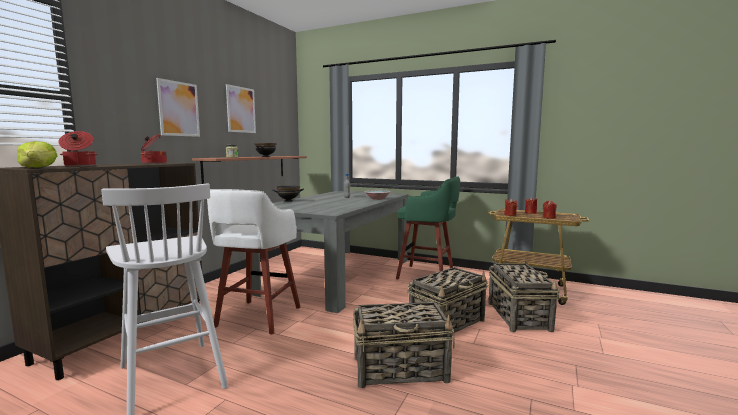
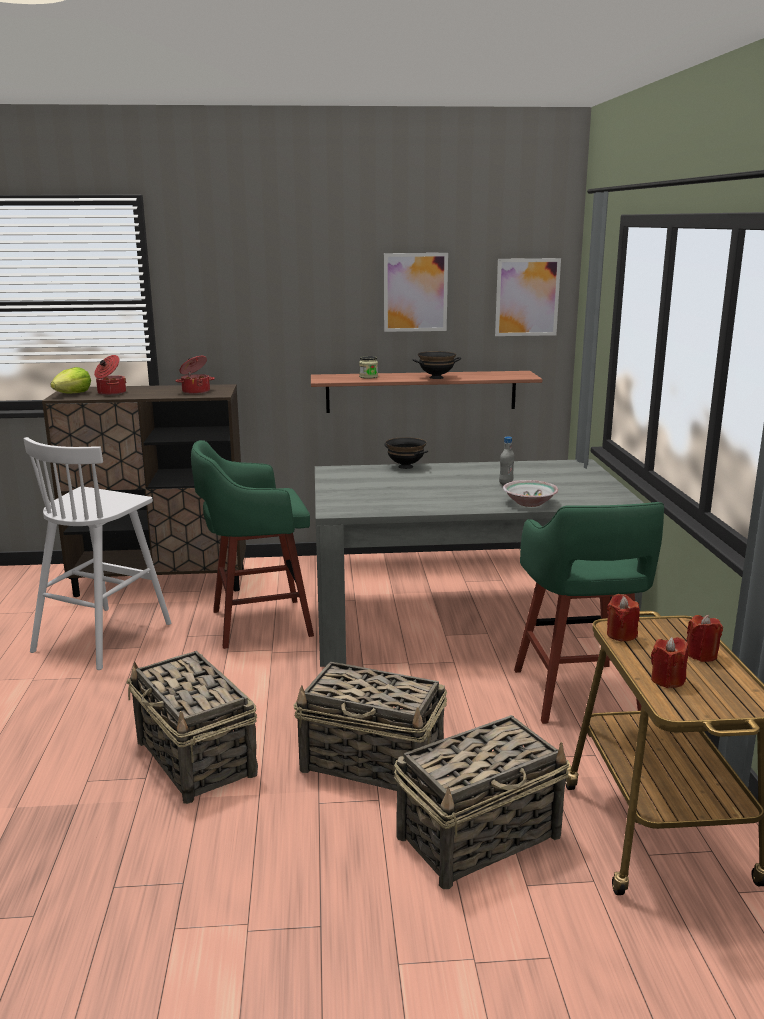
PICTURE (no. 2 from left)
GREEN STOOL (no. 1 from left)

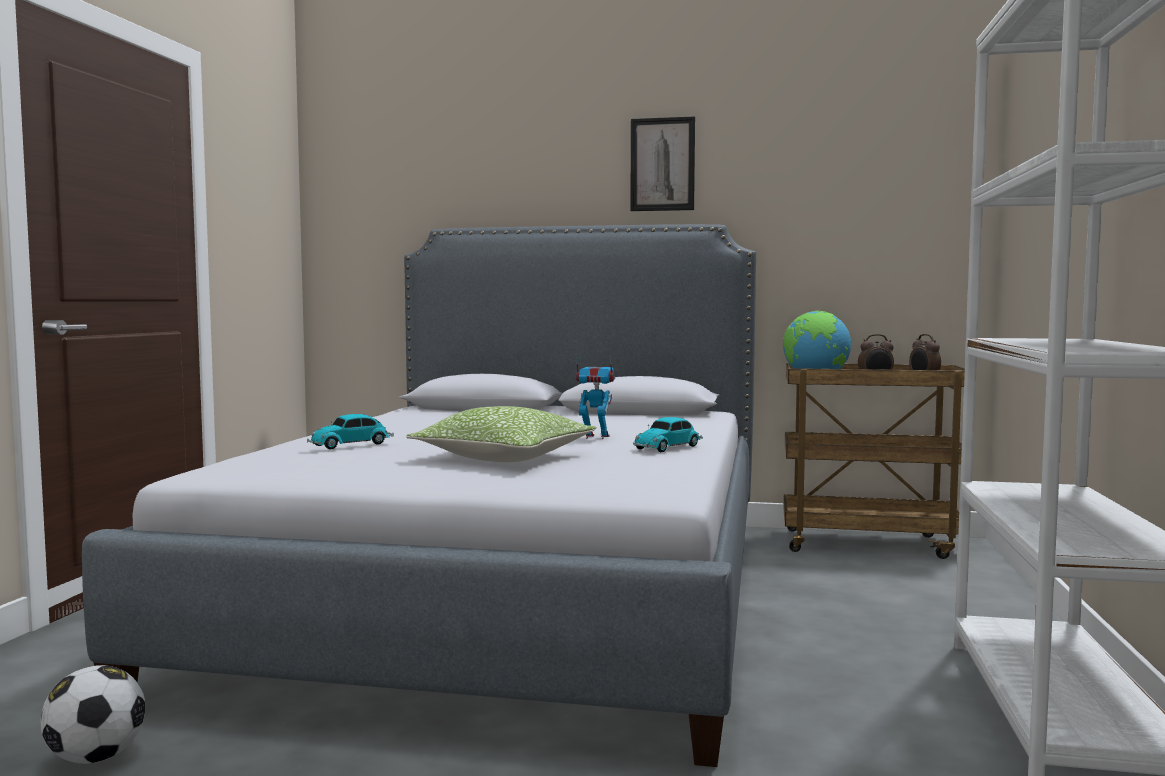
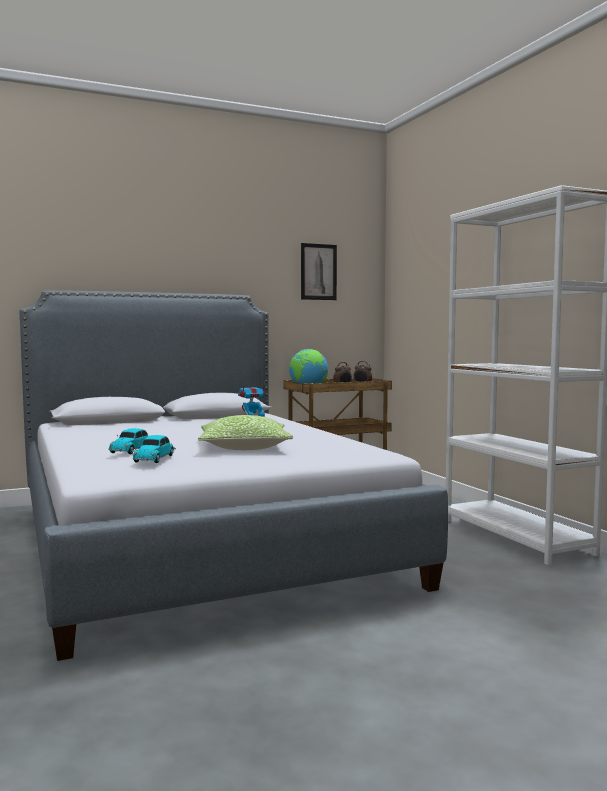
PICTURE
TOY CAR (no. 2 from left)
FOOTBALL

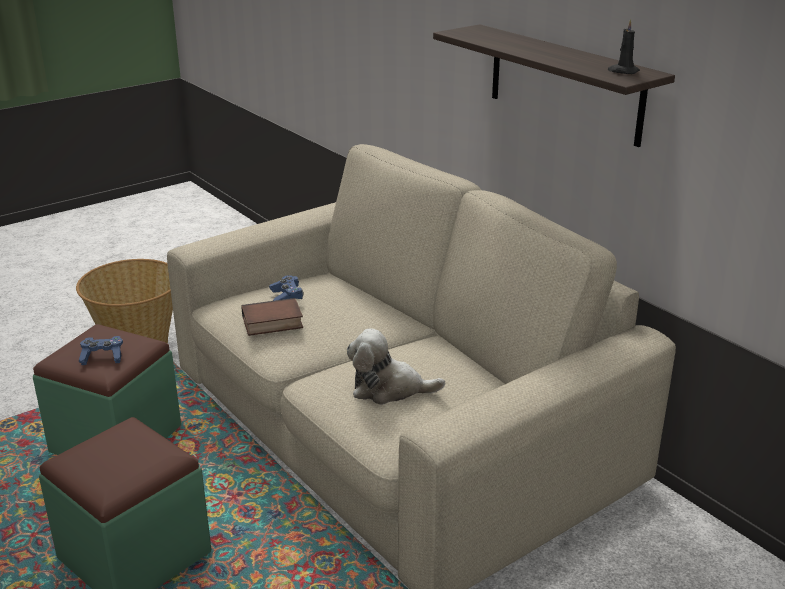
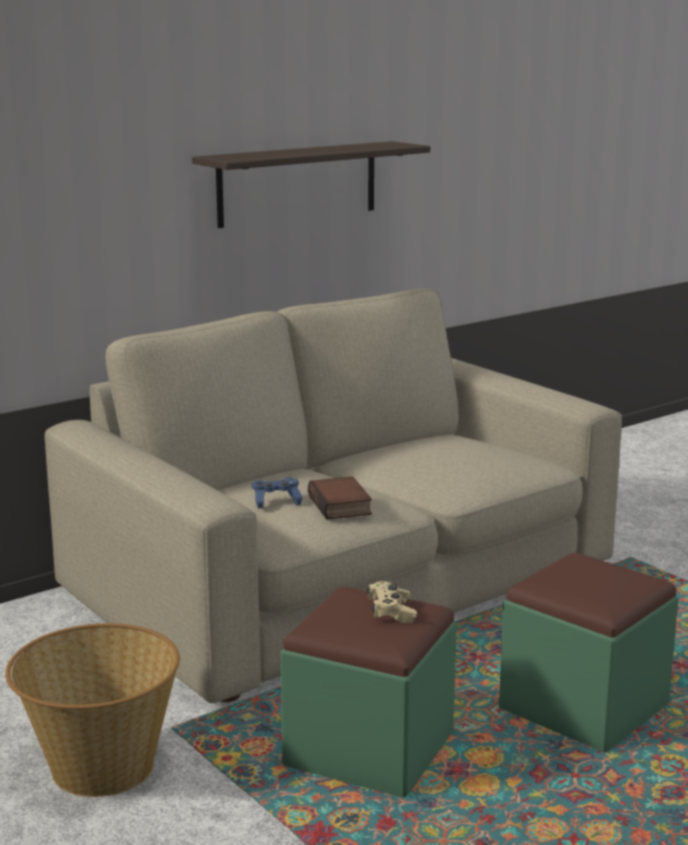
BLACK CANDLE
PLUSH TOY
BEIGE GAME CONTROLLER

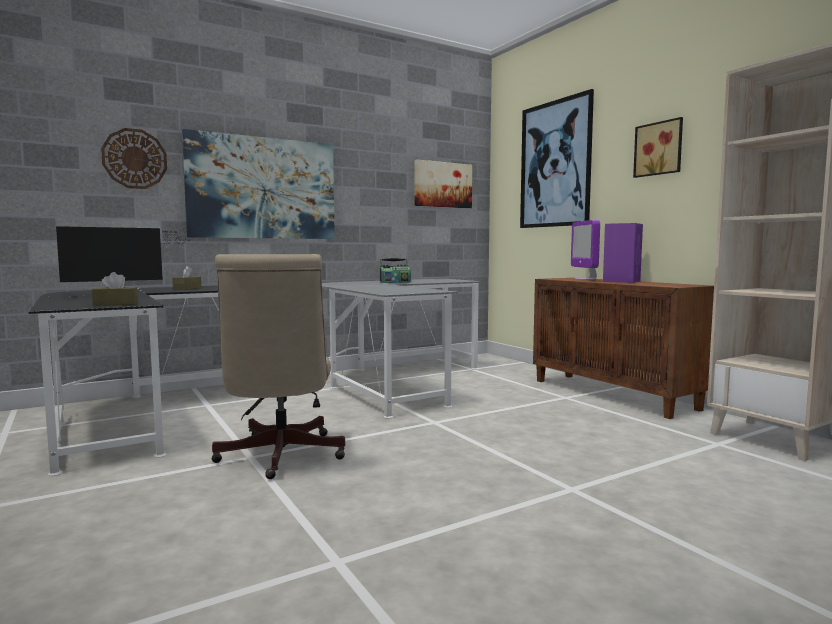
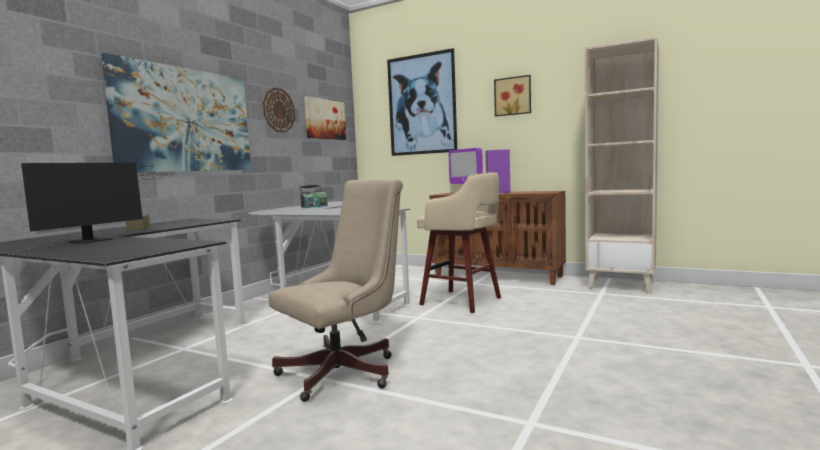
WALL CLOCK
BEIGE OFFICE CHAIR
BROWN TISSUE BOX (no. 1 from left in the first image)
BEIGE STOOL

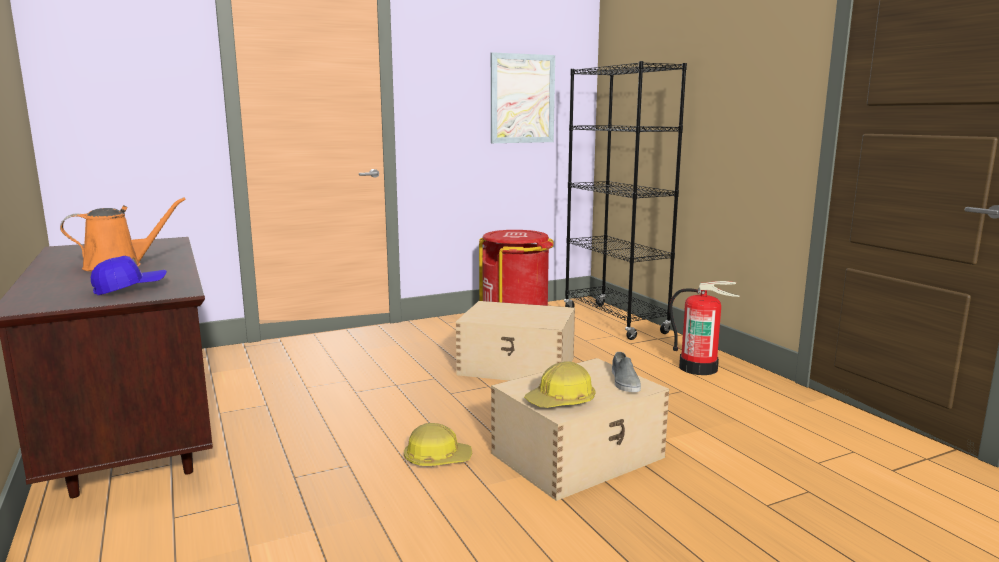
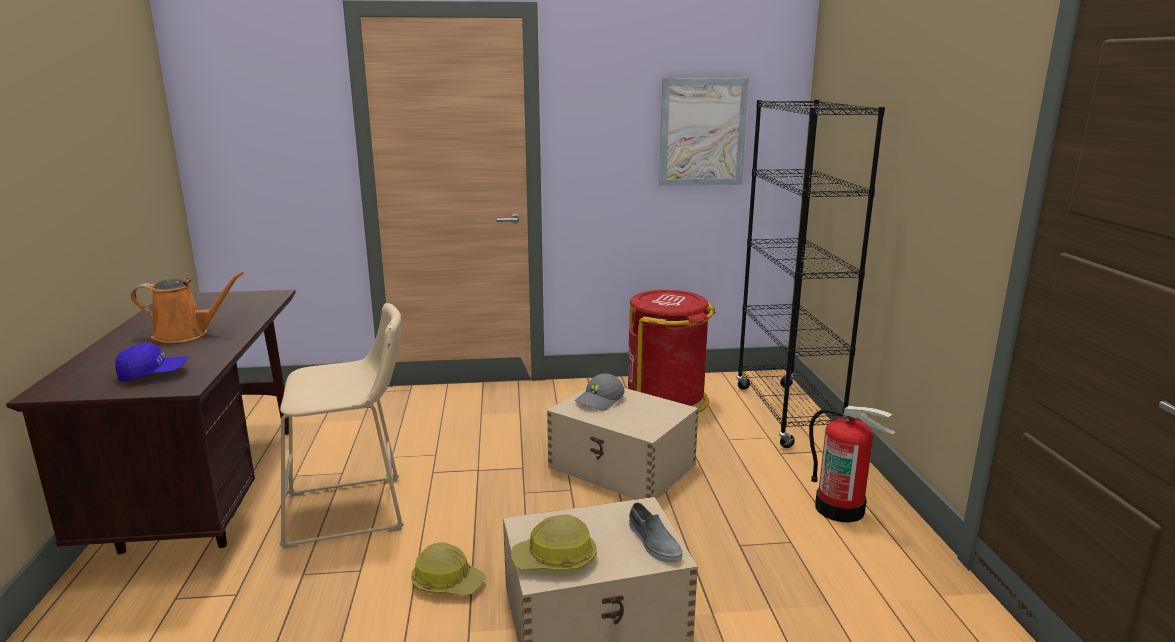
GREY SHOE
BEIGE STOOL
GREY CAP

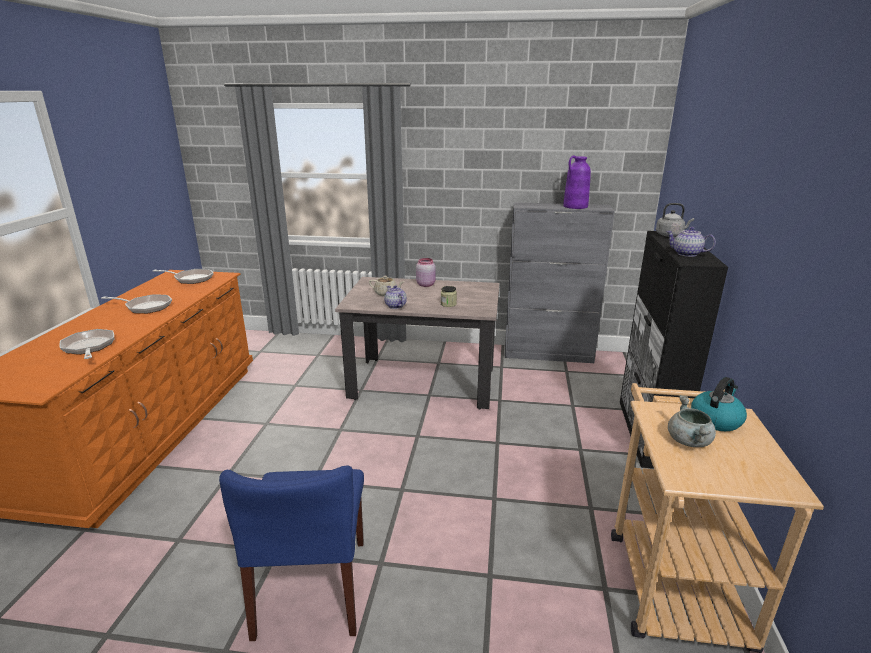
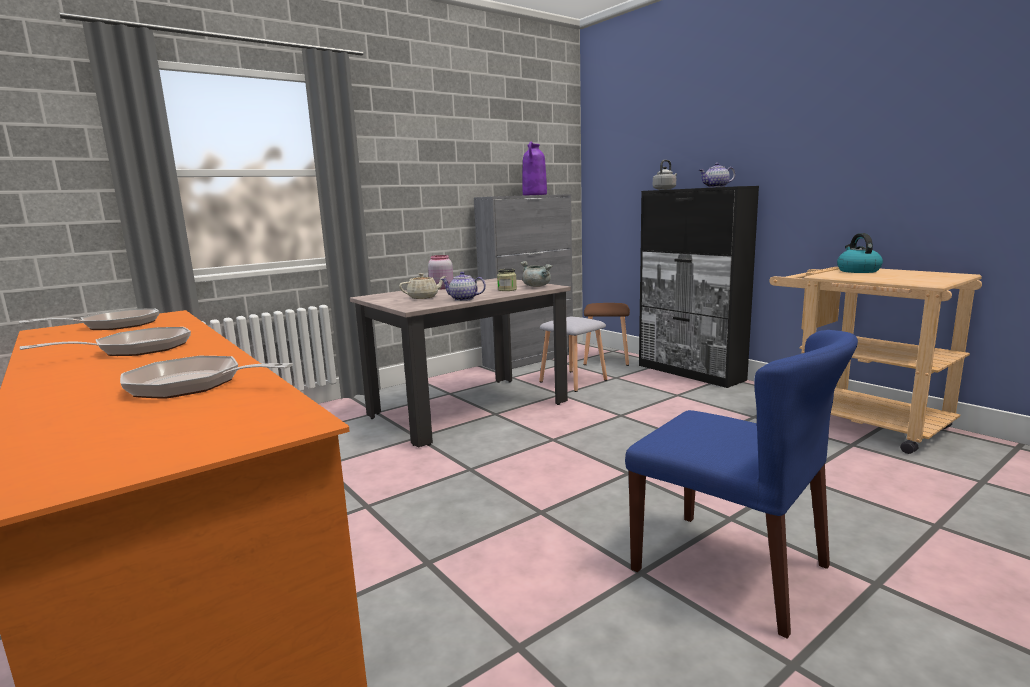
GREY COOKING POT
BROWN STOOL
GREY STOOL

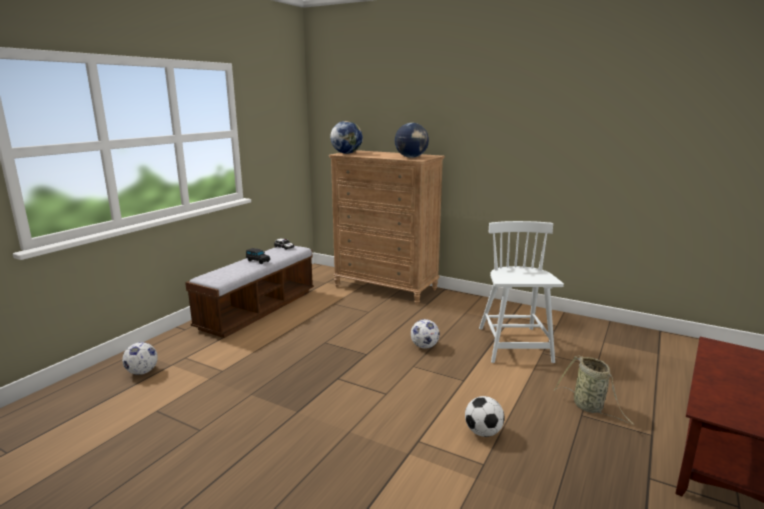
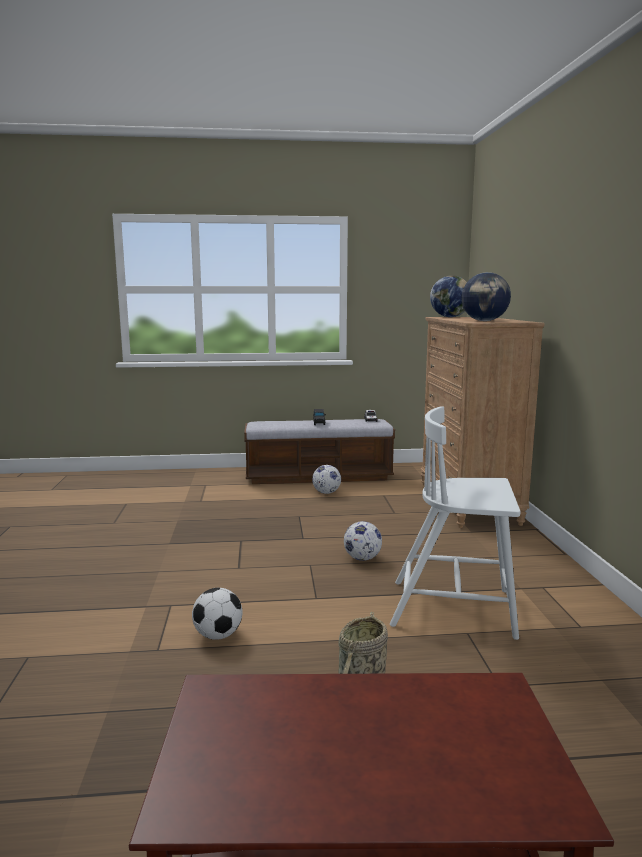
WHITE CHAIR
FOOTBALL (no. 2 from left)

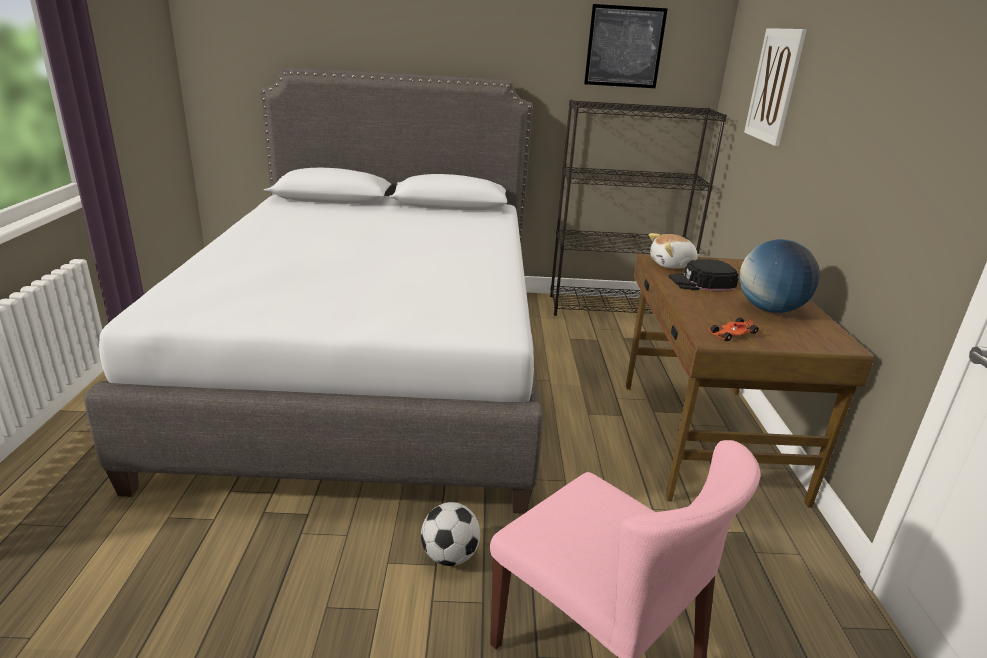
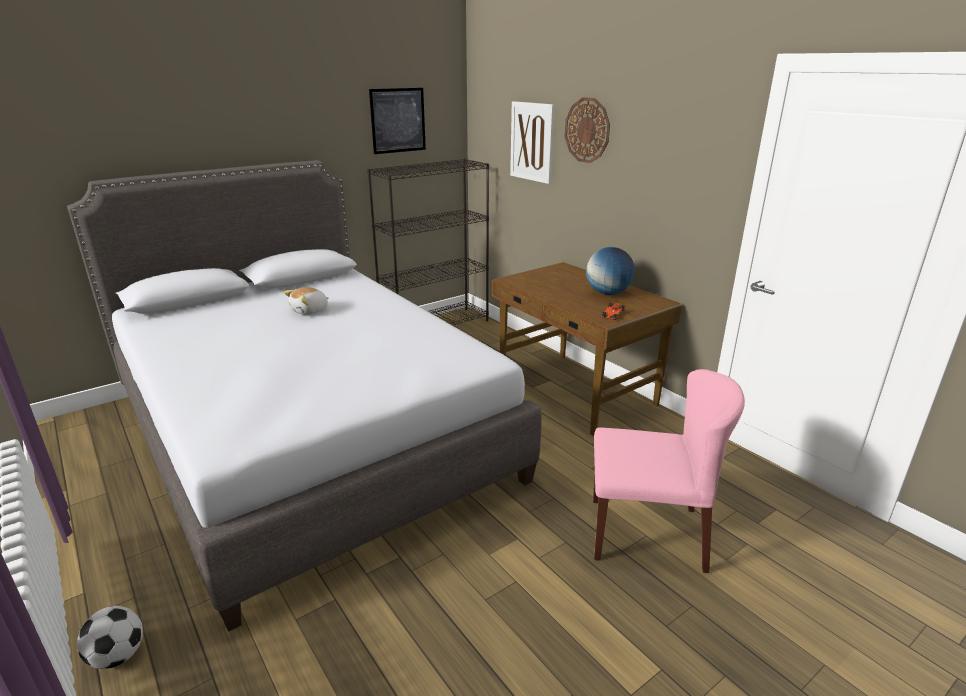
PLUSH TOY
BLACK CAP
FOOTBALL
WALL CLOCK

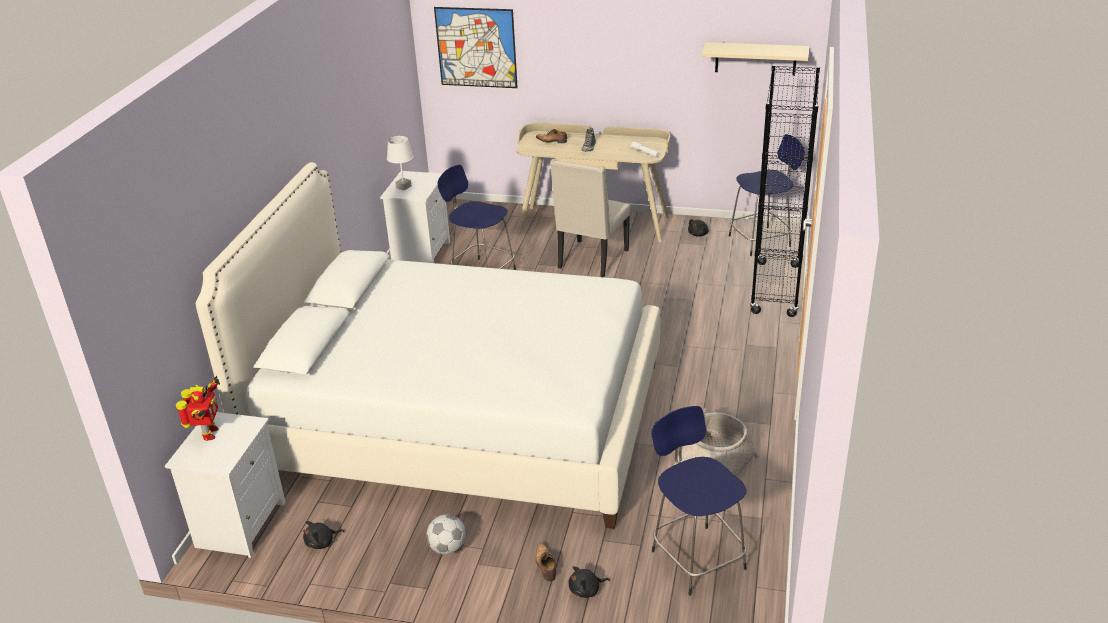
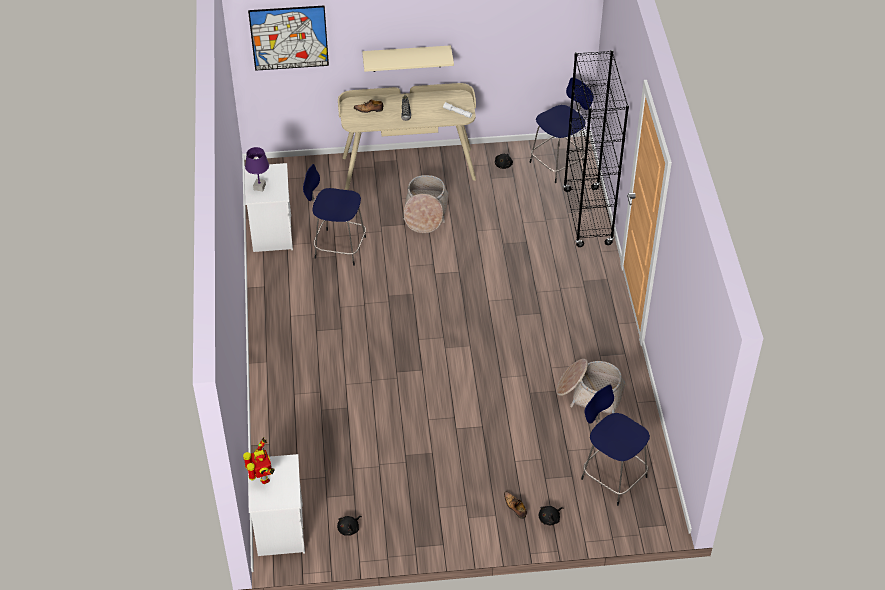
BEIGE SHELF
PURPLE TABLE LAMP
BASKET (no. 1 from left)
WHITE BED
FOOTBALL

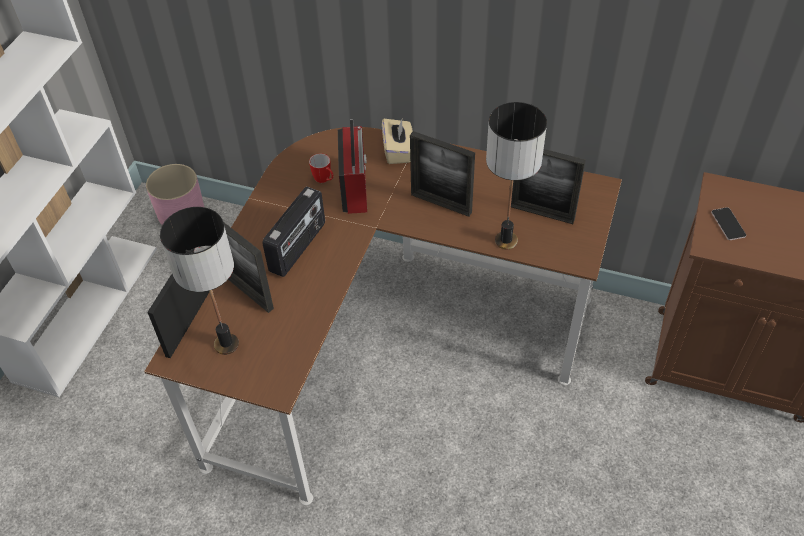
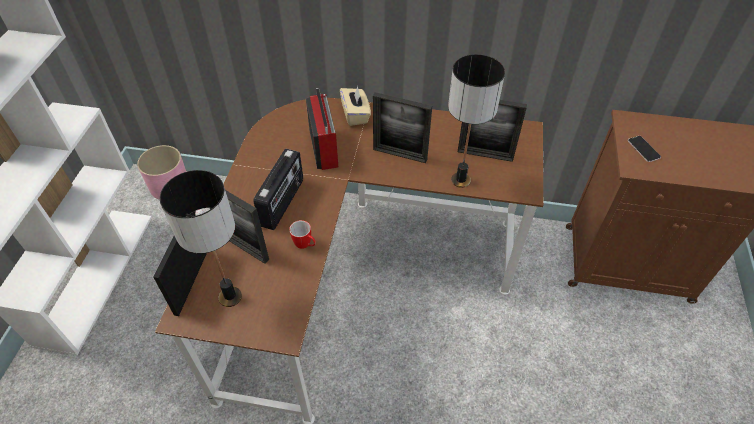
MUG

